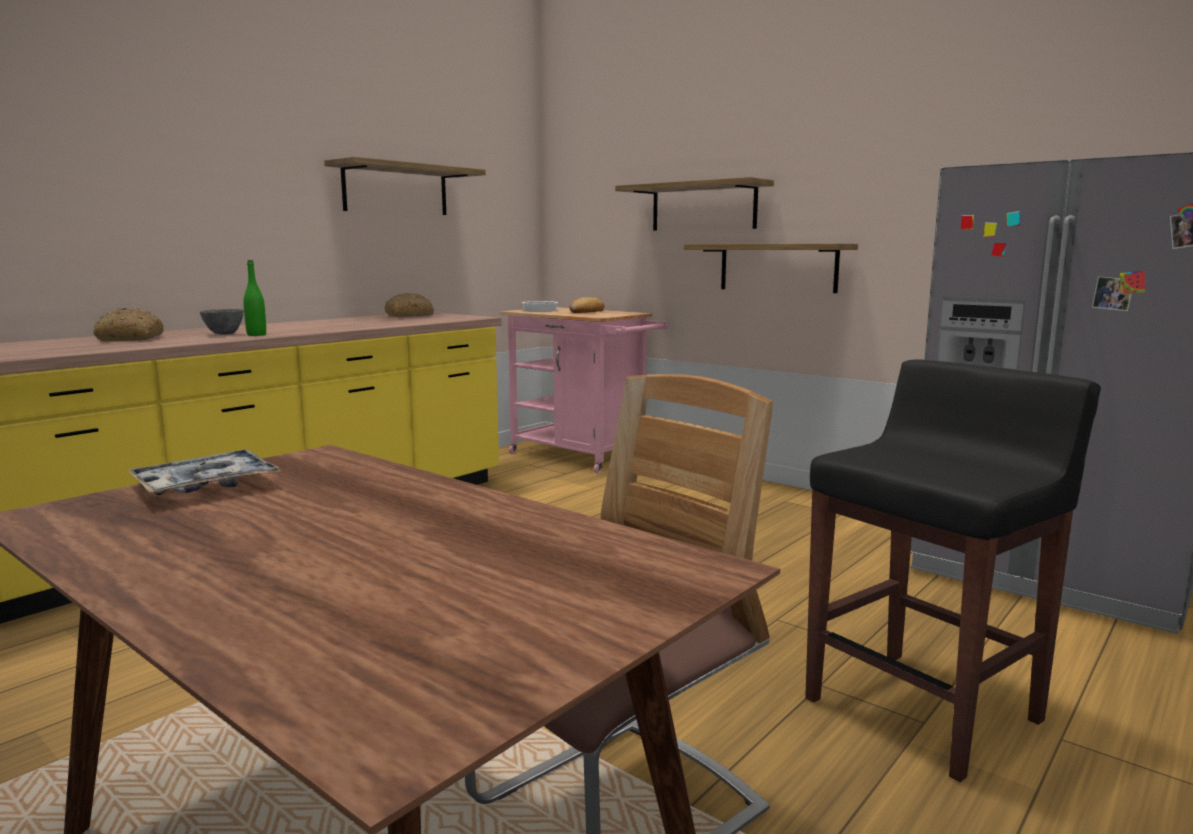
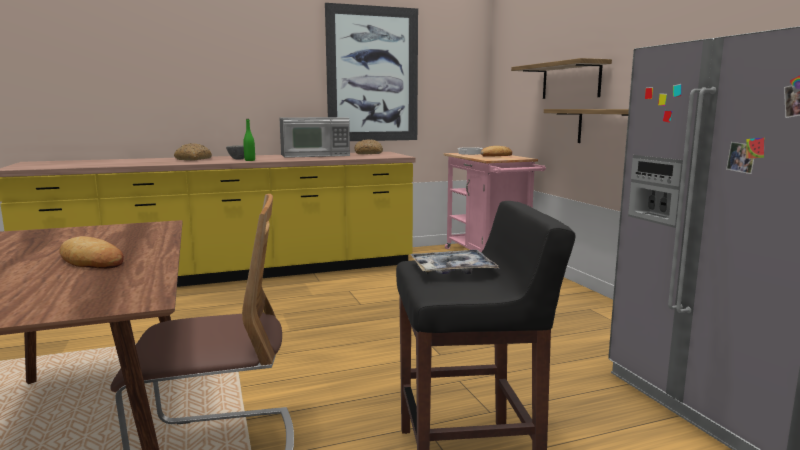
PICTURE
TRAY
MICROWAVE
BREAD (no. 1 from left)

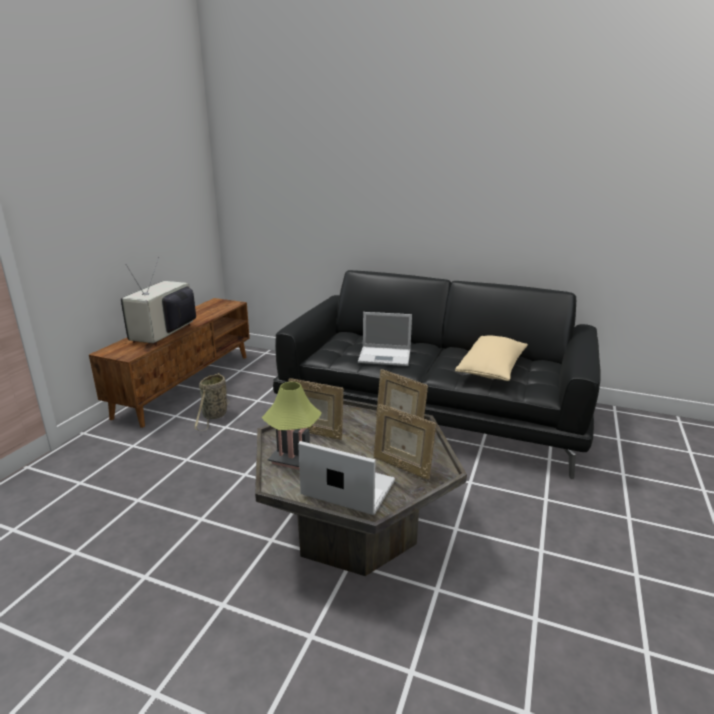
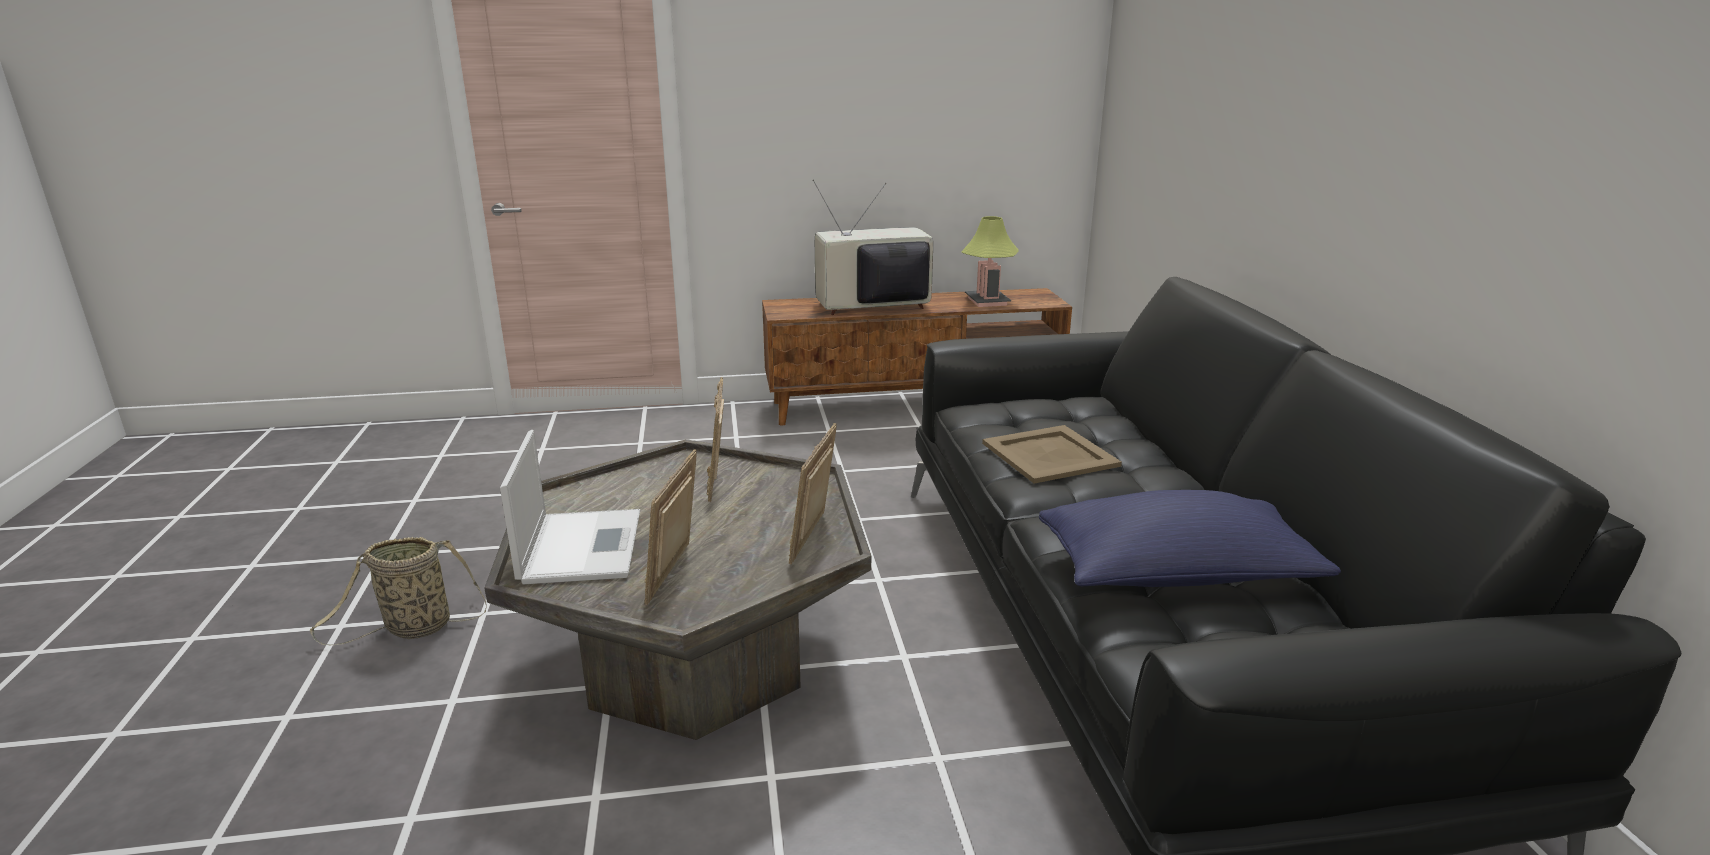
BEIGE TRAY
BLUE PILLOW
BASKET
TABLE LAMP

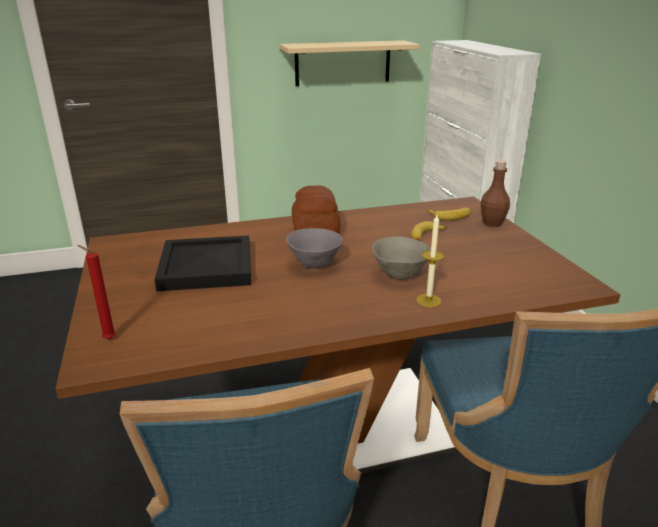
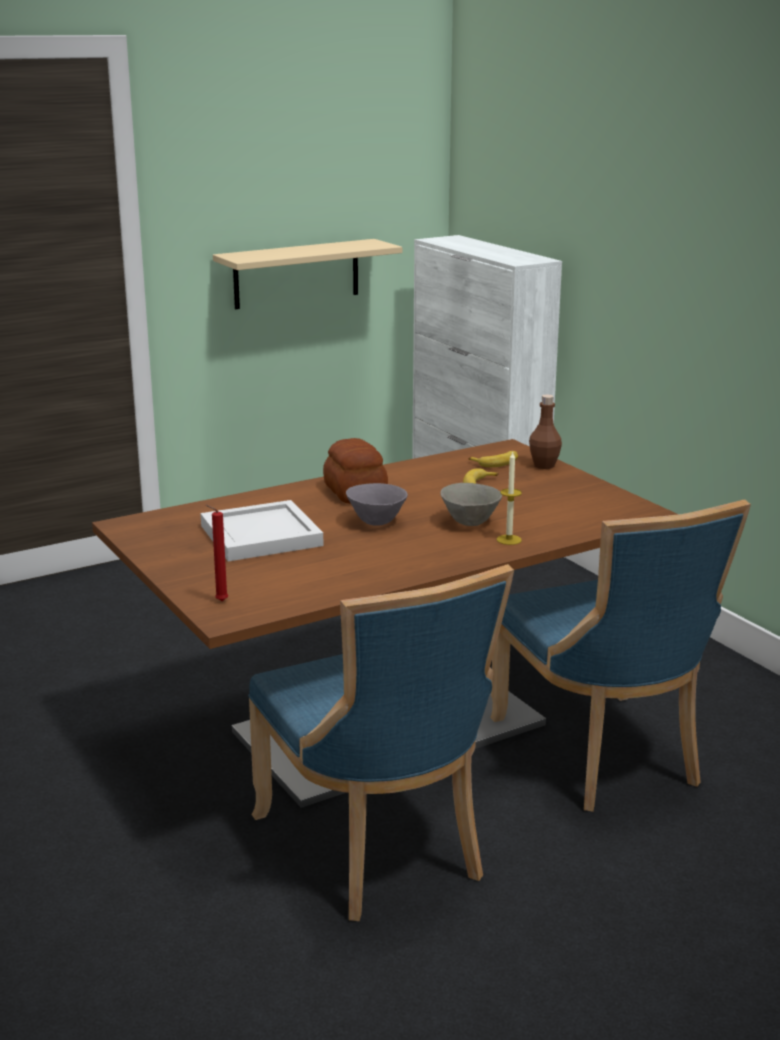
WHITE TRAY

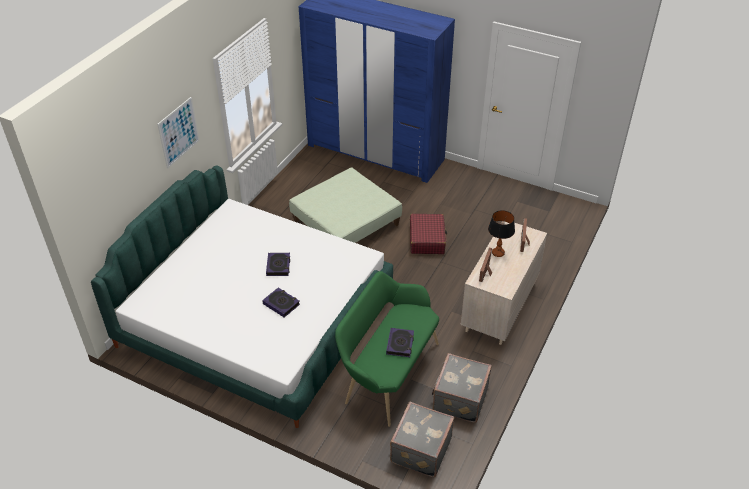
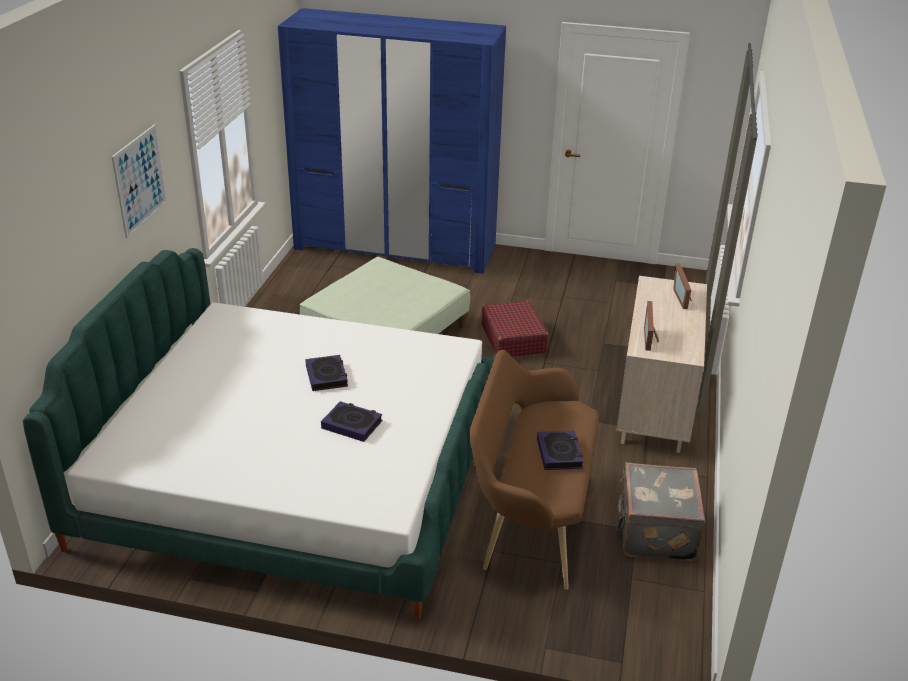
TABLE LAMP
BROWN BENCH
GREY SUITCASE (no. 1 from left in the first image)

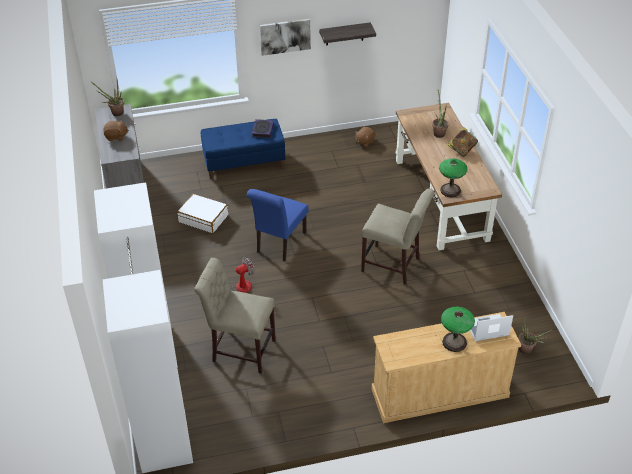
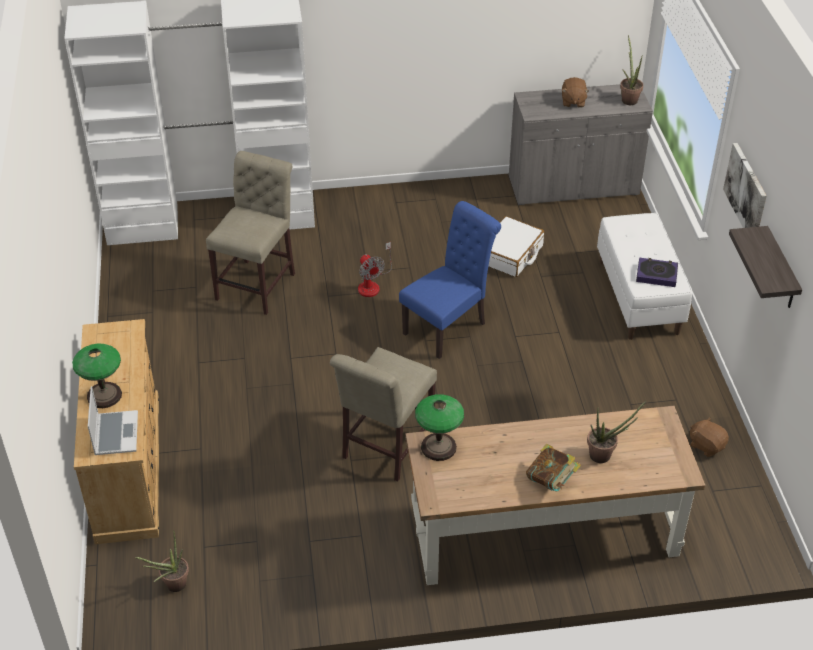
WHITE BENCH
BLUE CHAIR

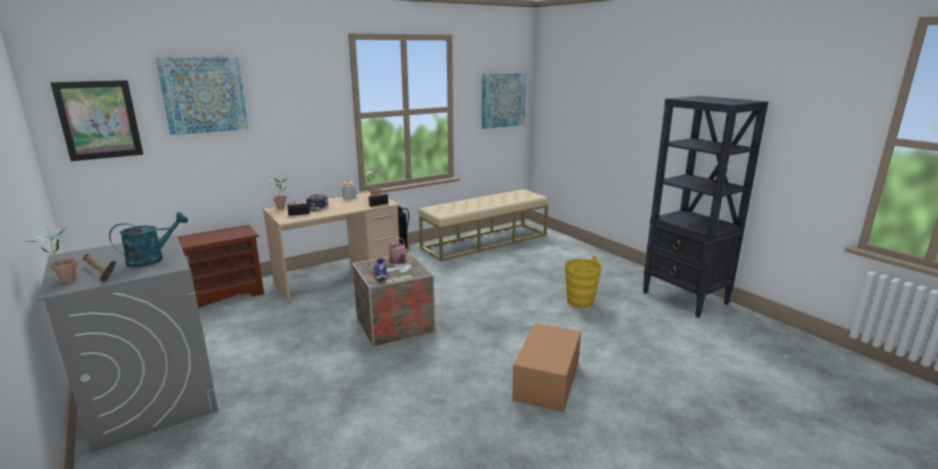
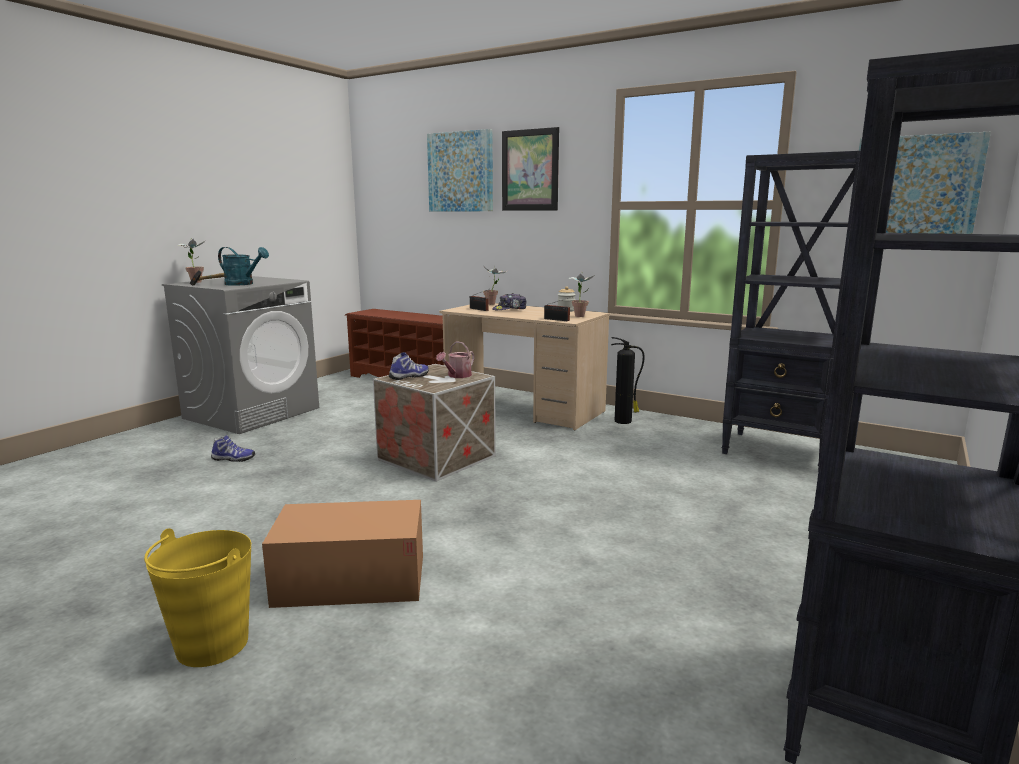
PICTURE (no. 2 from left)
BLACK BOOKCASE (no. 1 from left)
YELLOW BUCKET
SHOE (no. 1 from left)

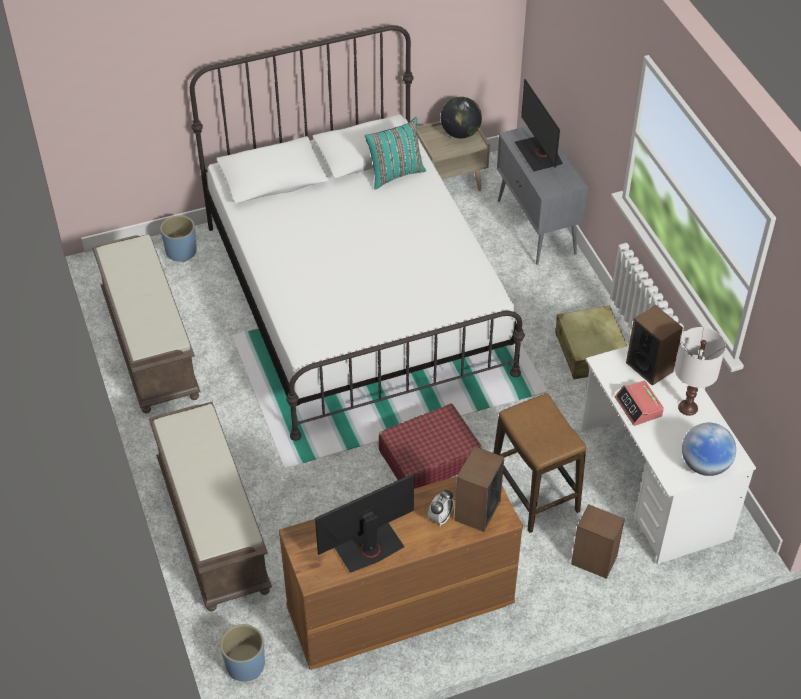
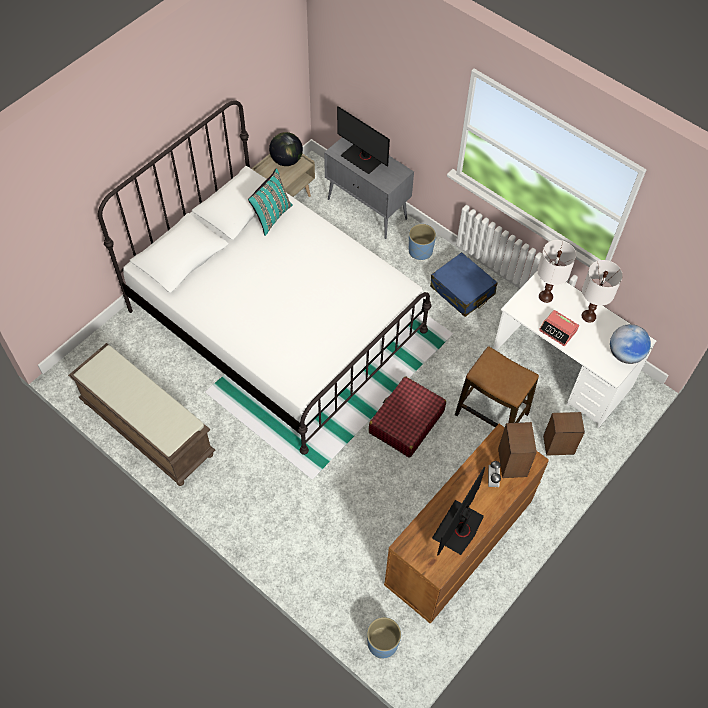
BLUE PLANTER (no. 2 from left)
WHITE TABLE LAMP (no. 1 from left)
BLUE SUITCASE
BROWN BENCH (no. 2 from left in the first image)

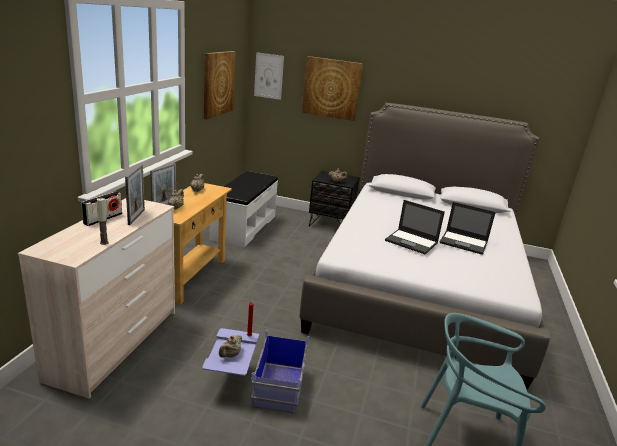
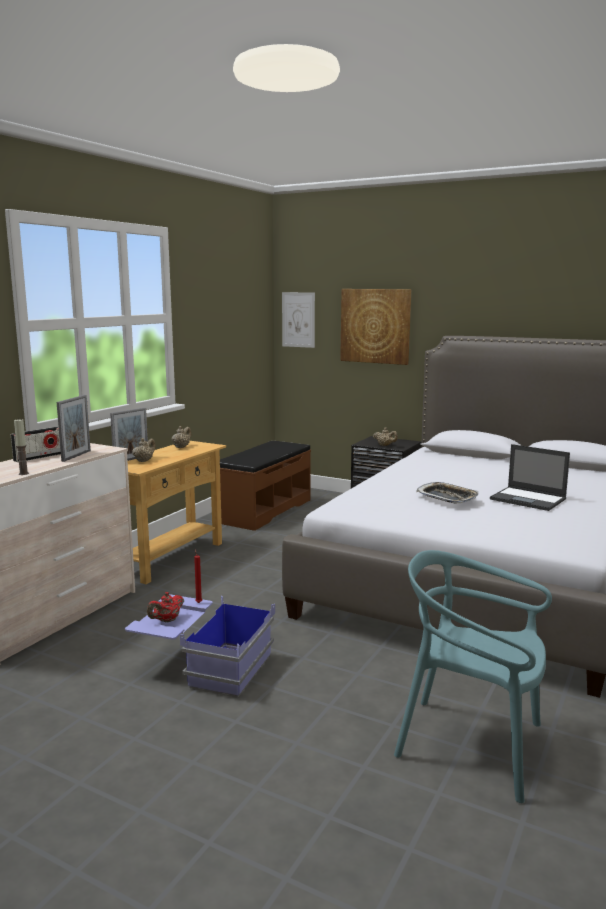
PICTURE (no. 1 from left in the first image)
BROWN BENCH
TRAY
RED TEAPOT

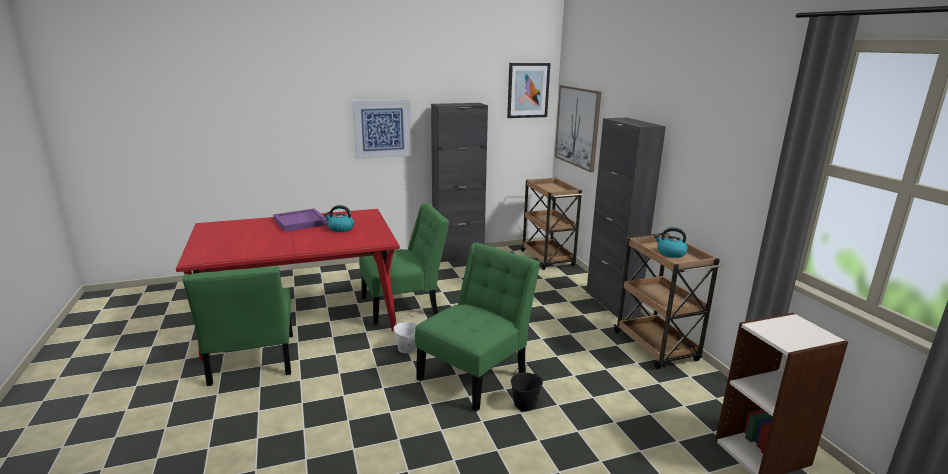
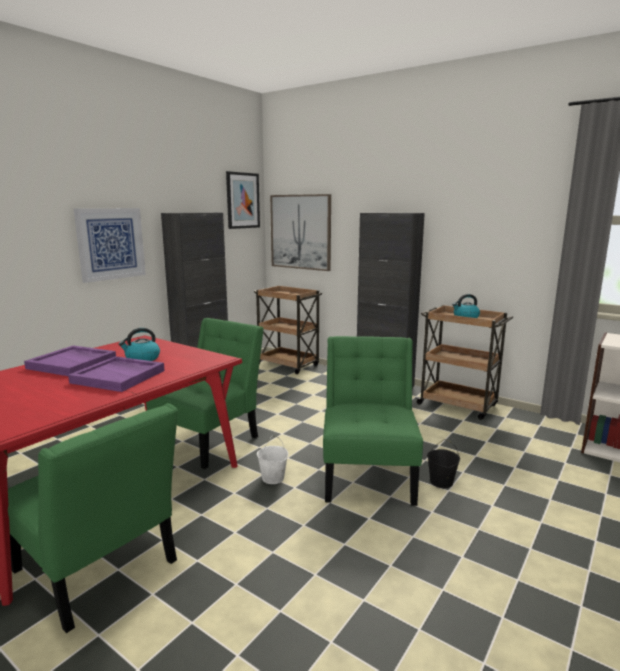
PURPLE TRAY (no. 2 from left)

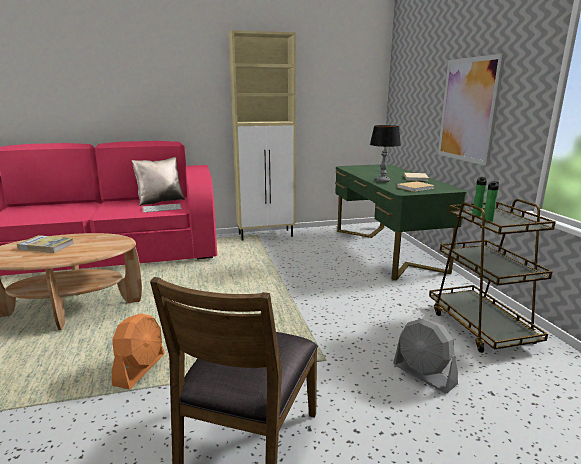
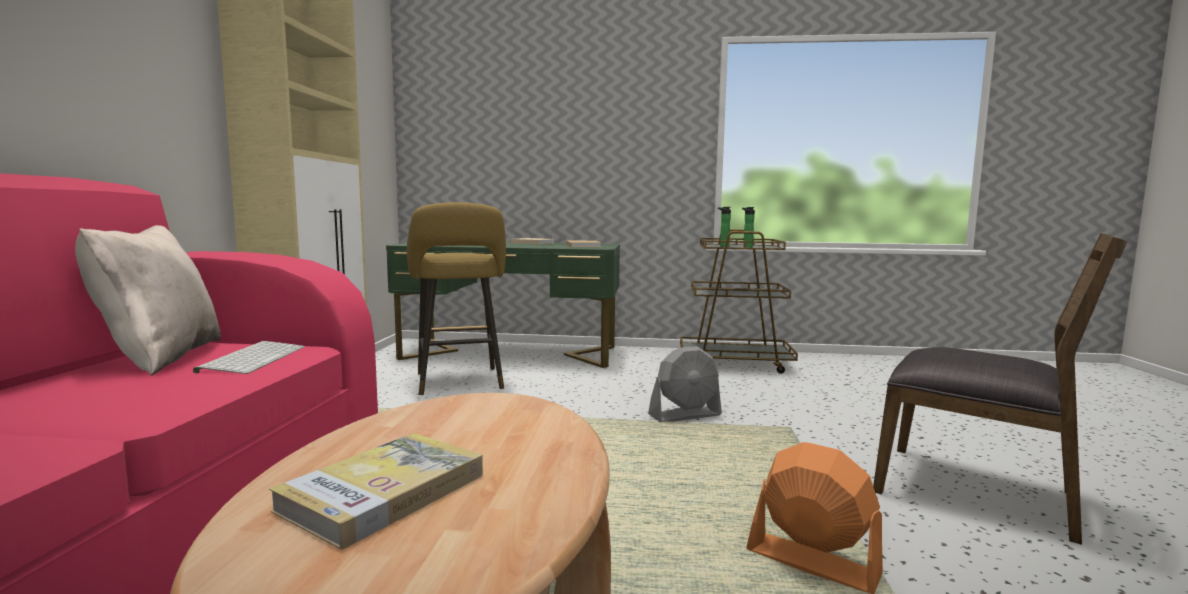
PICTURE
TABLE LAMP
GREY FAN
YELLOW STOOL

